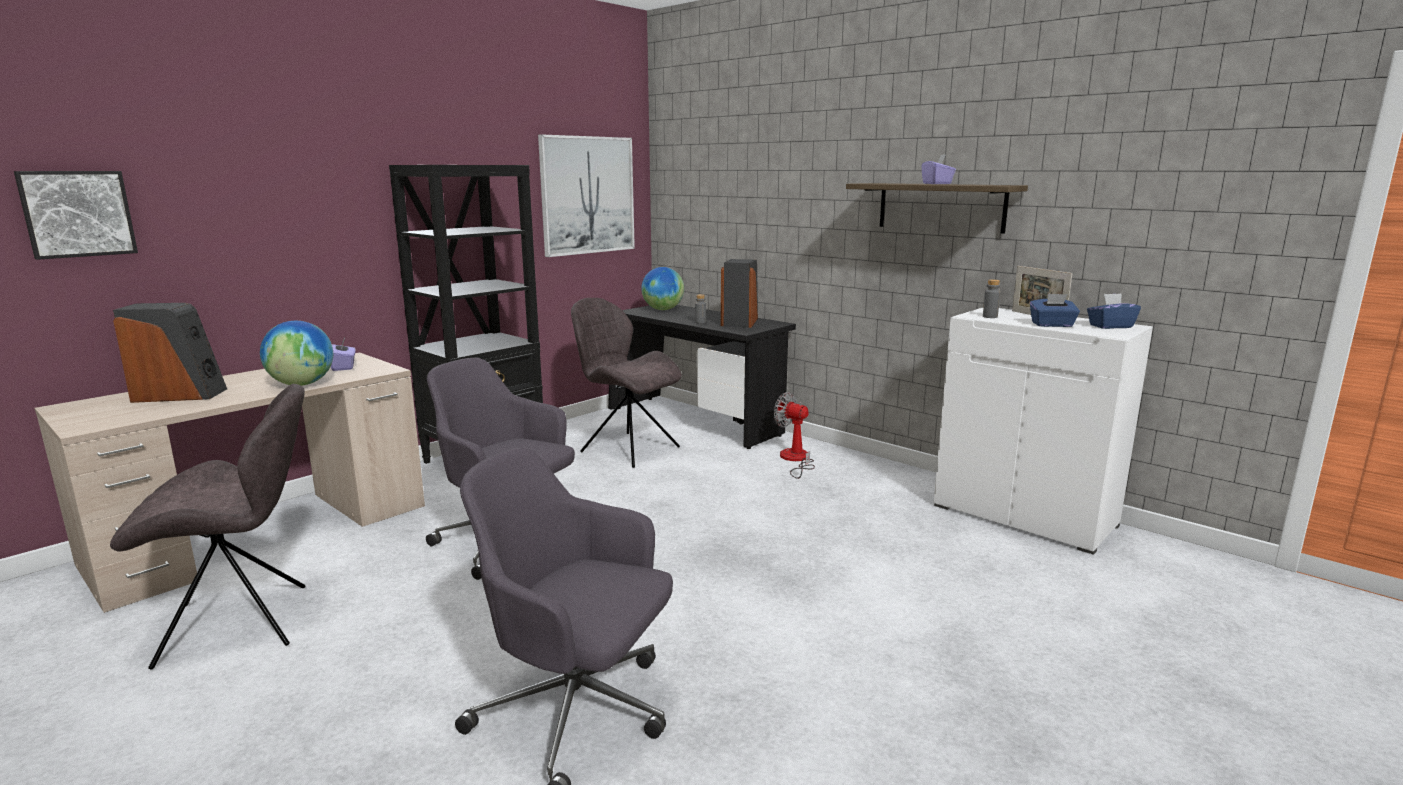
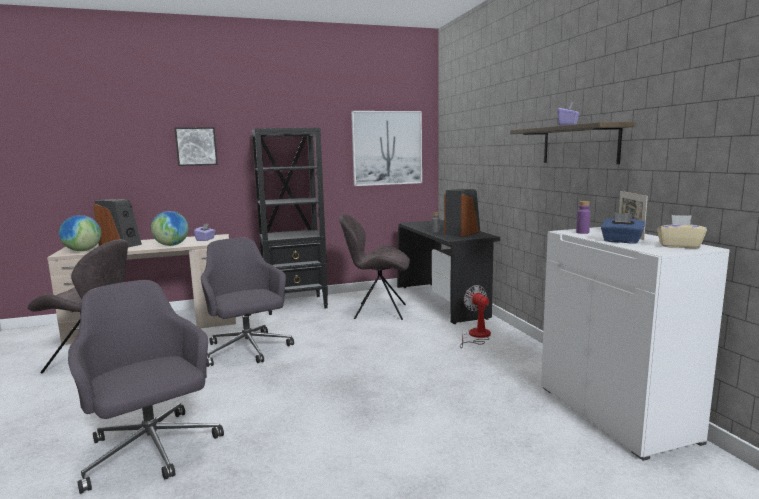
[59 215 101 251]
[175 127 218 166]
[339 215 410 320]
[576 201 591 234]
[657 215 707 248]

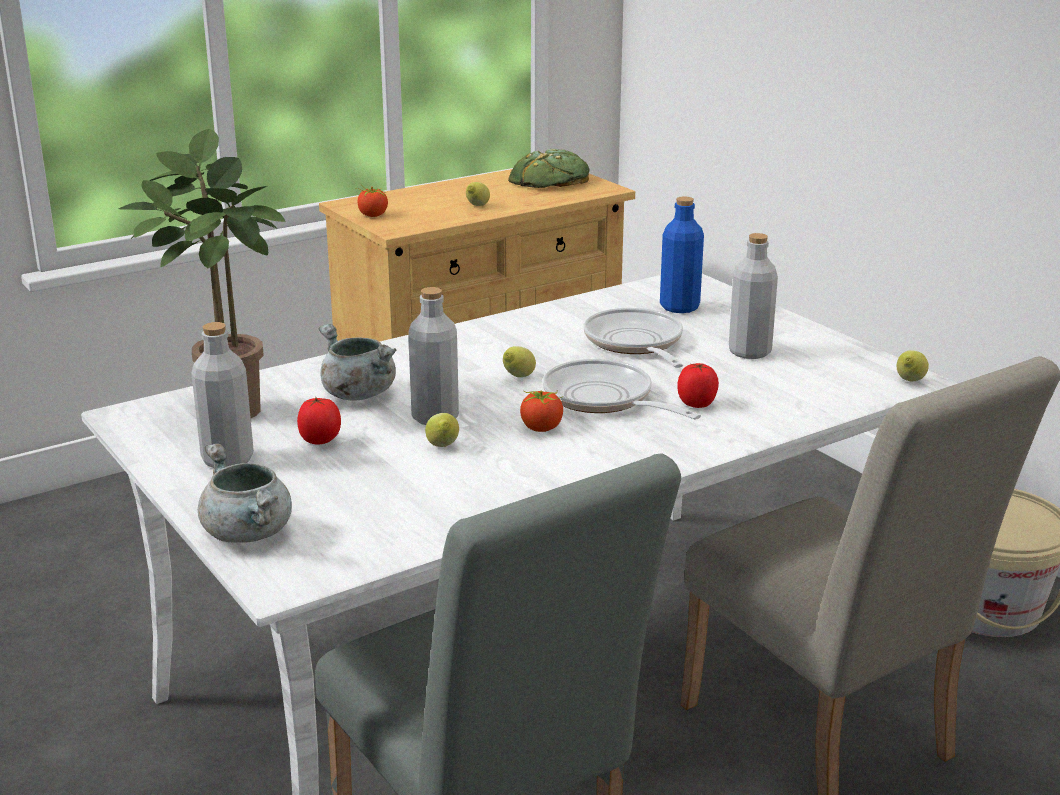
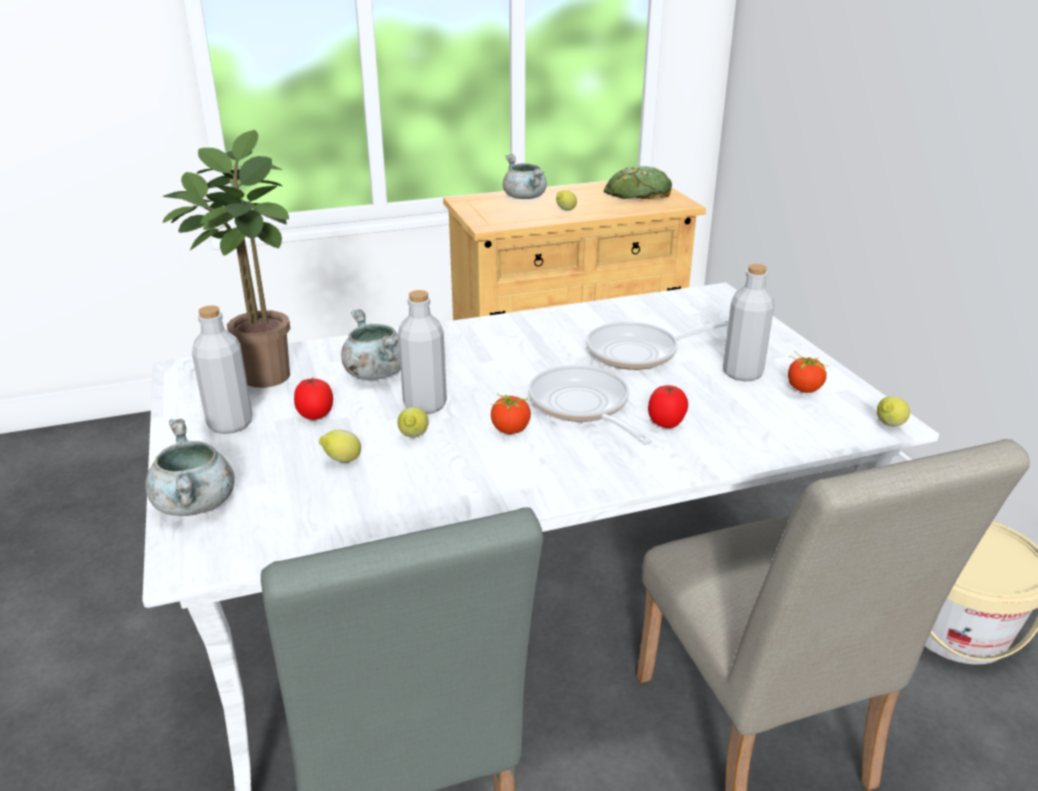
[319 430 361 462]
[503 154 547 199]
[586 320 729 370]
[788 350 827 393]
[660 196 704 313] (first image)

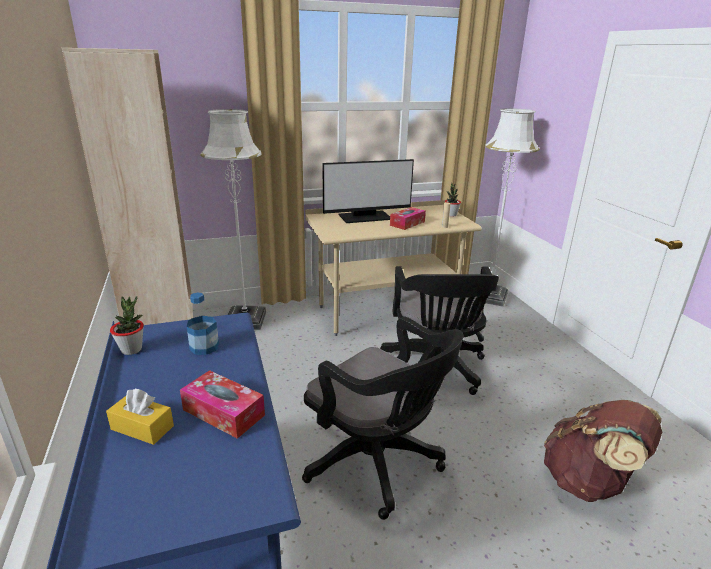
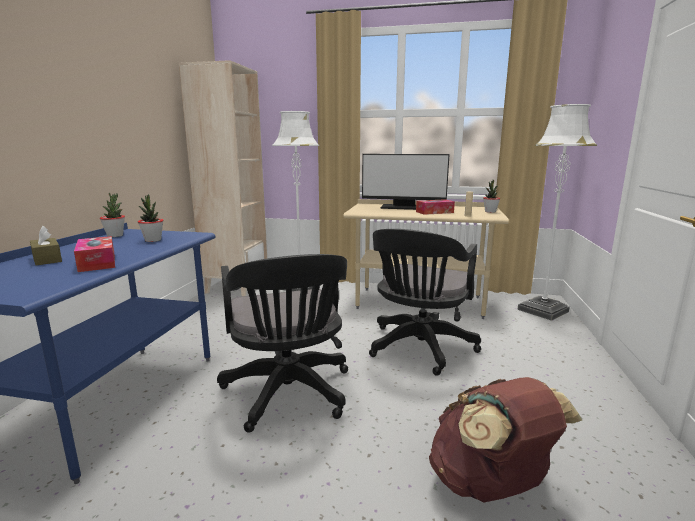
[30 226 62 266]
[138 194 163 242]

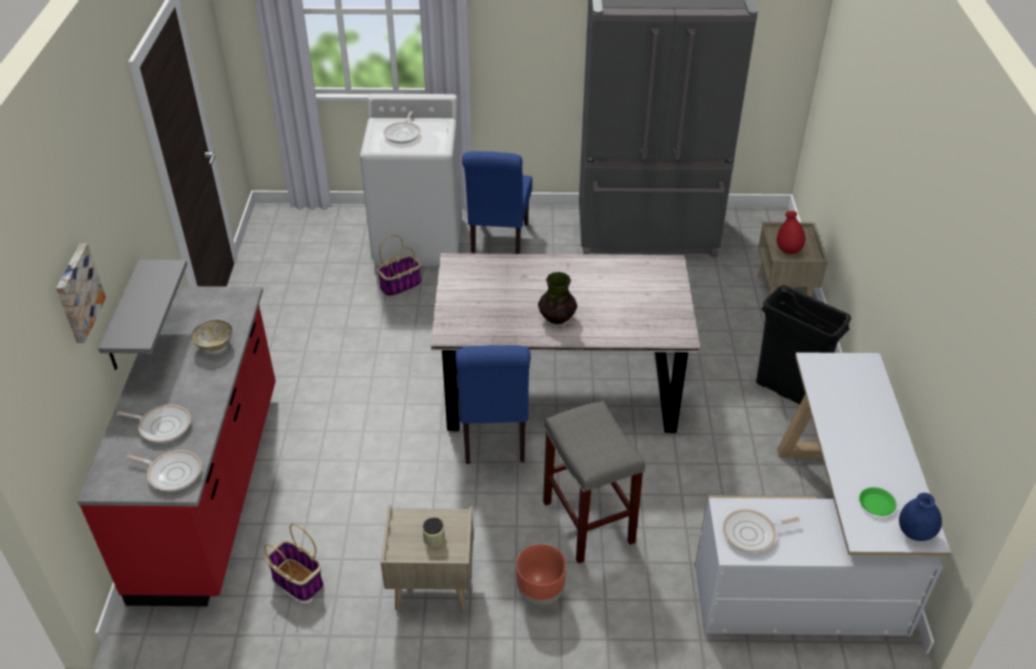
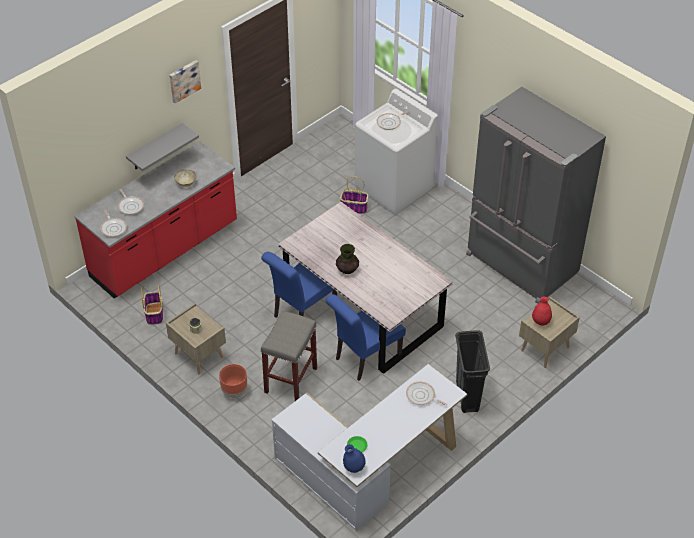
[169 60 201 103]
[325 294 406 381]
[406 382 447 406]

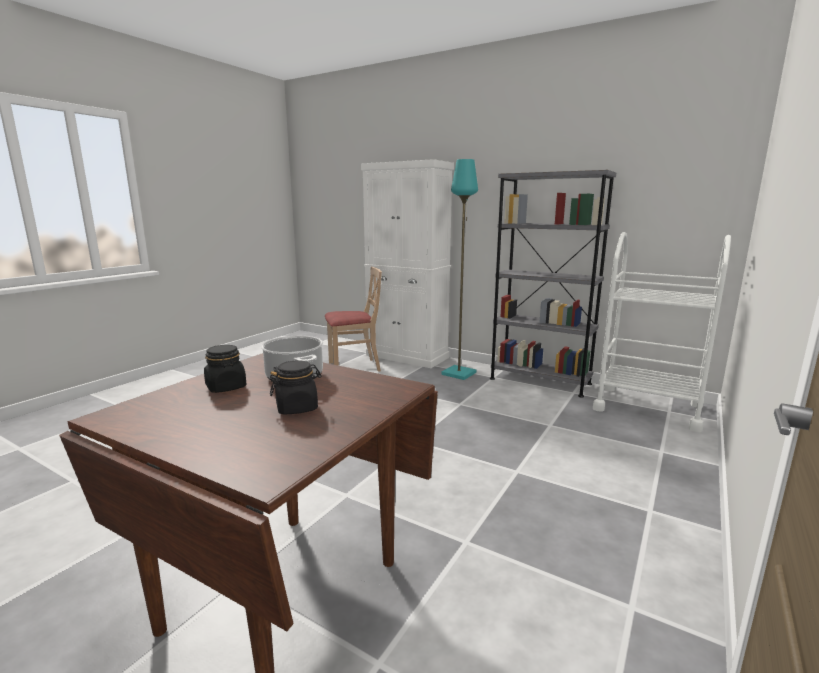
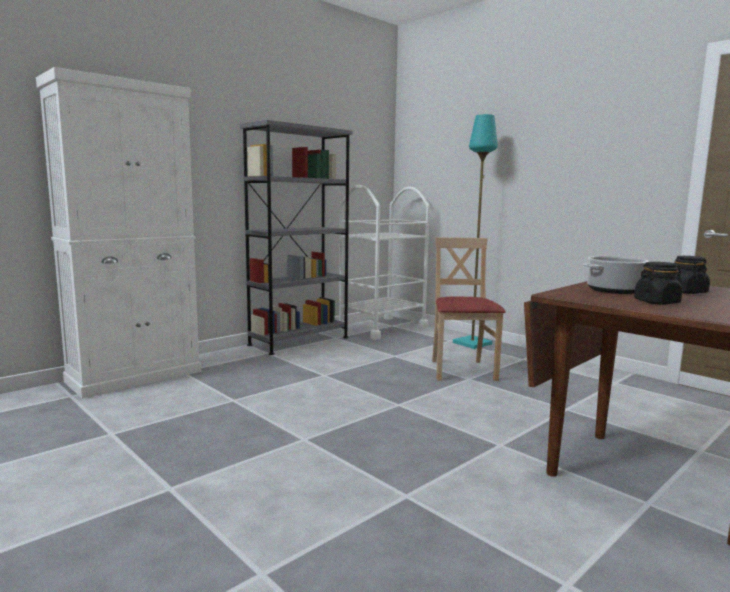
[432 237 506 381]
[453 114 498 349]

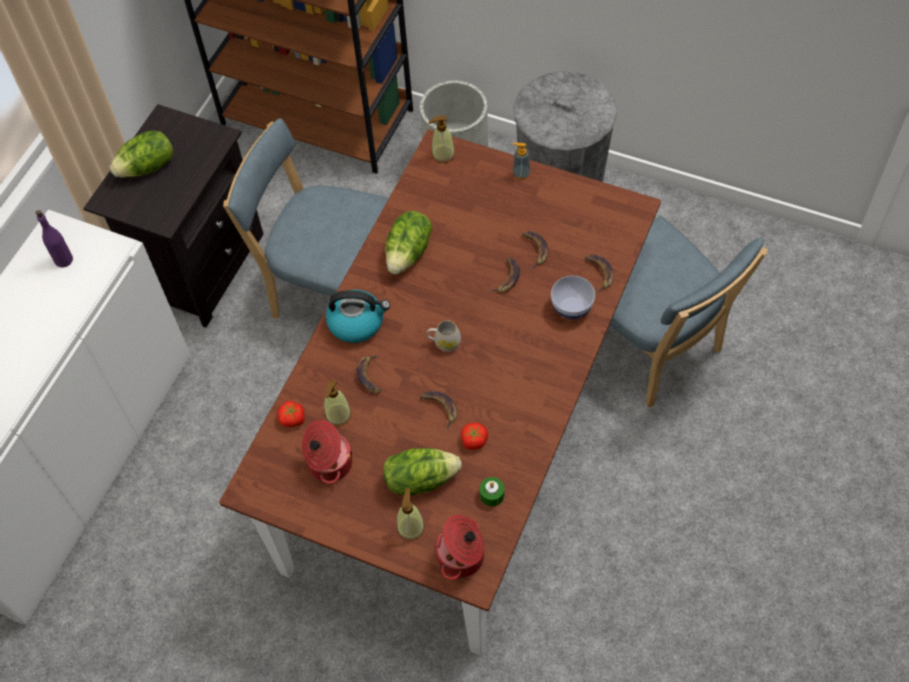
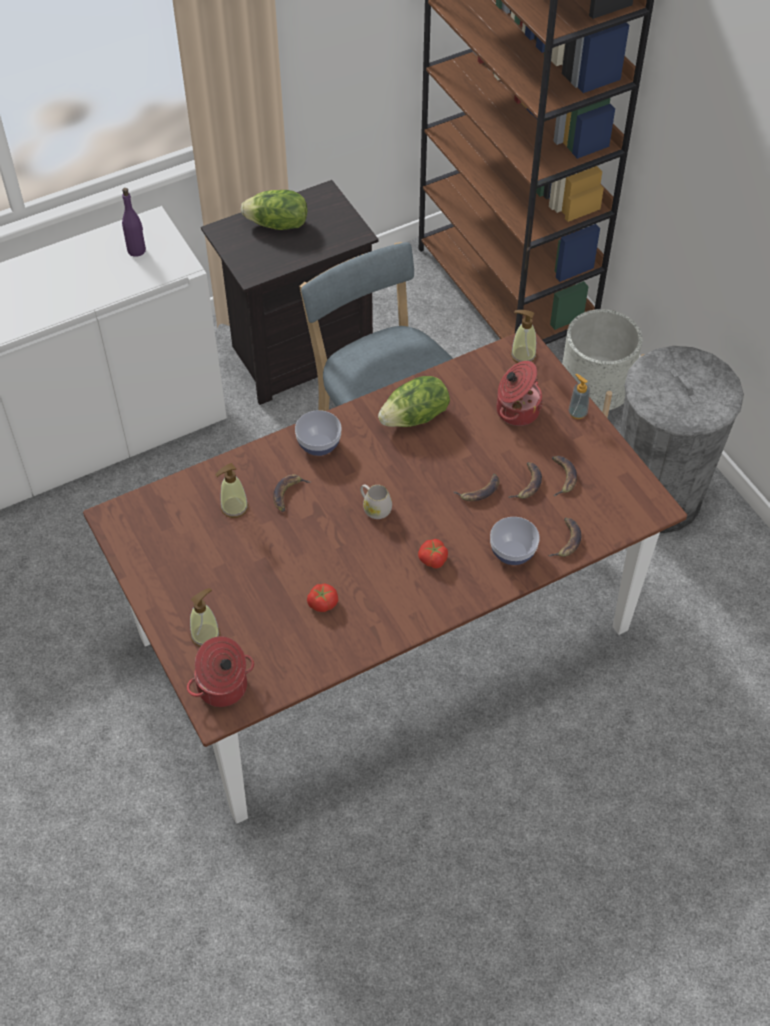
[295 410 341 456]
[418 539 448 568]
[496 361 543 426]
[552 456 577 496]
[383 448 462 495] (first image)
[480 477 504 506] (first image)
[610 217 768 408] (first image)

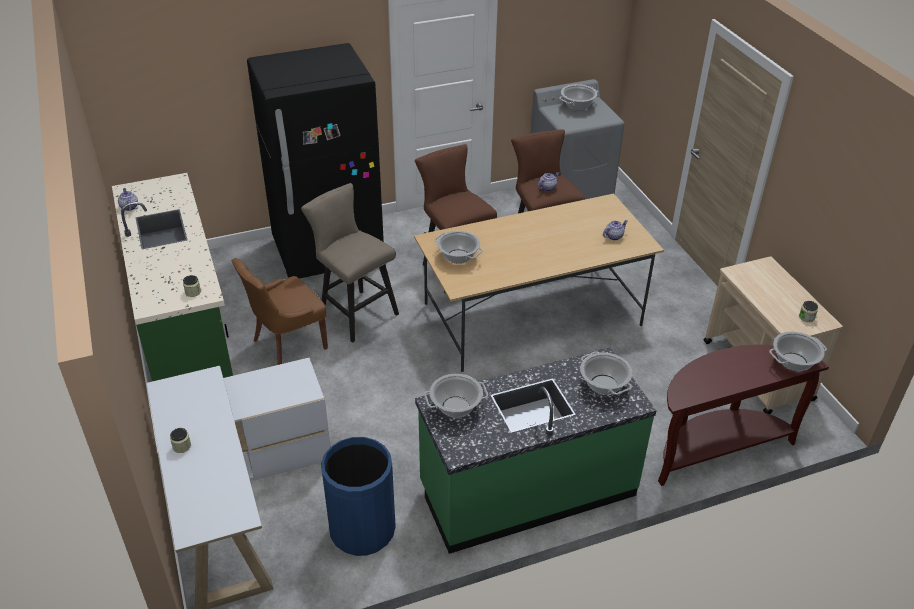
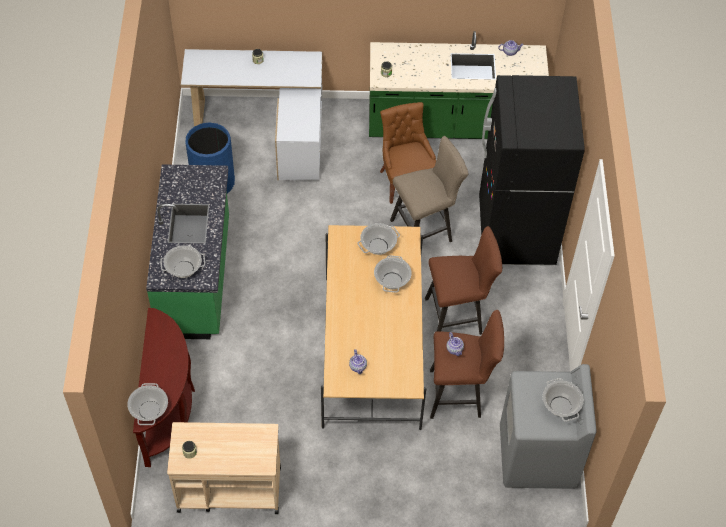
[374 255 412 293]

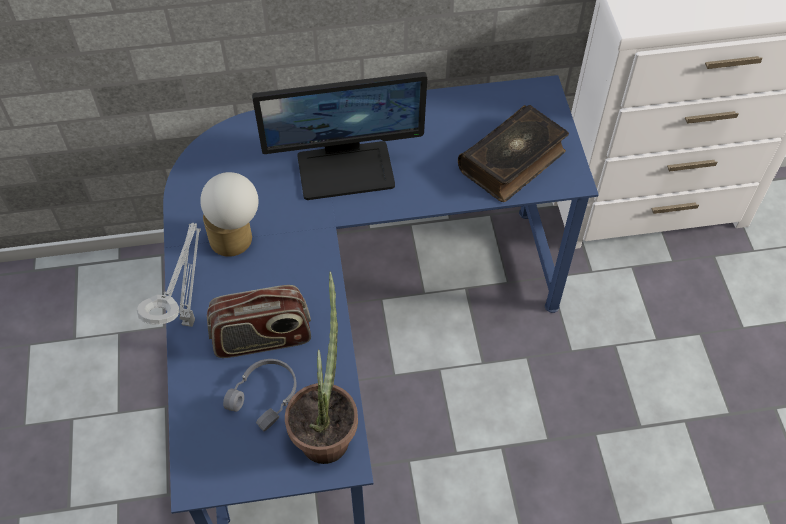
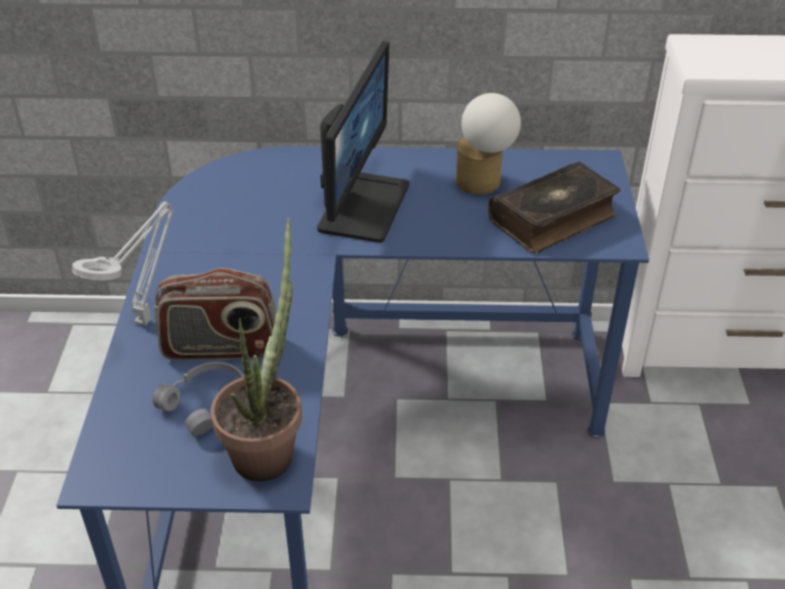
[317 41 409 243]
[456 93 521 195]

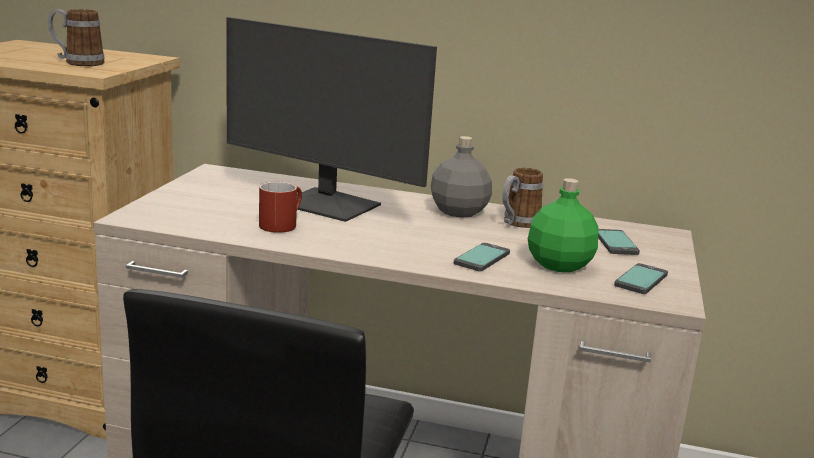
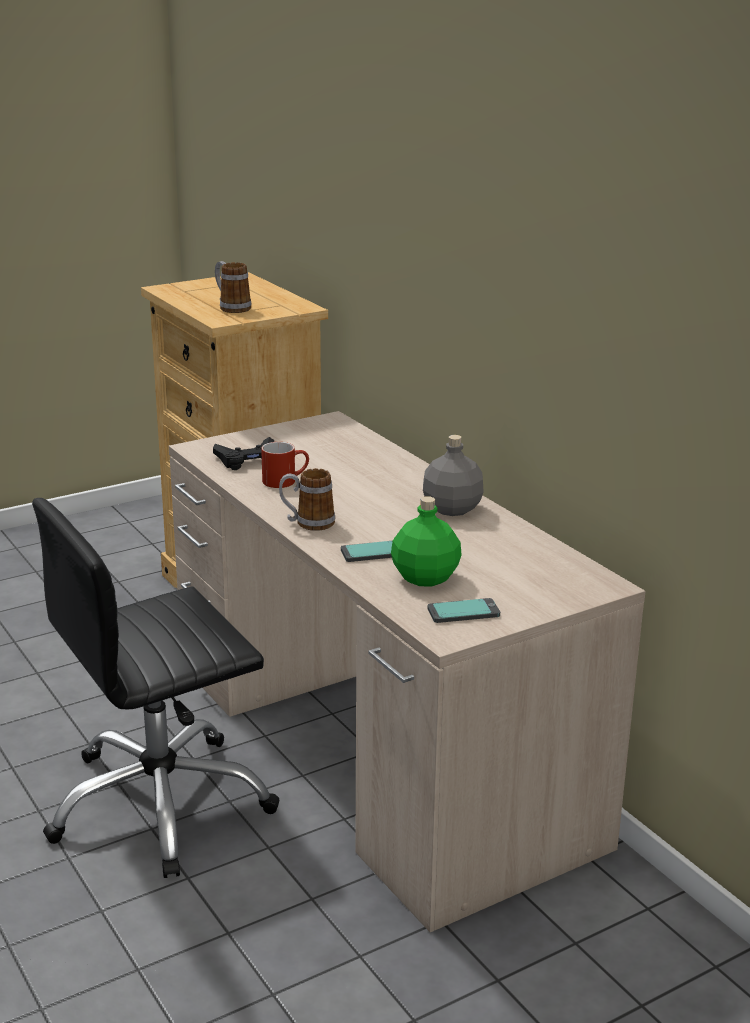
[213 437 274 470]
[279 468 335 531]
[226 17 437 222] (first image)
[598 229 640 255] (first image)

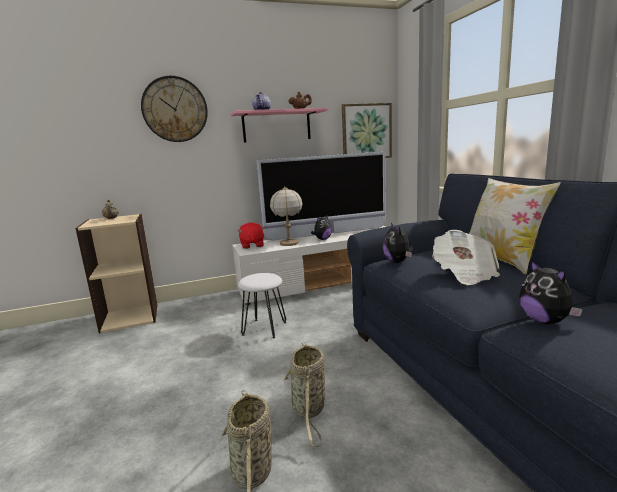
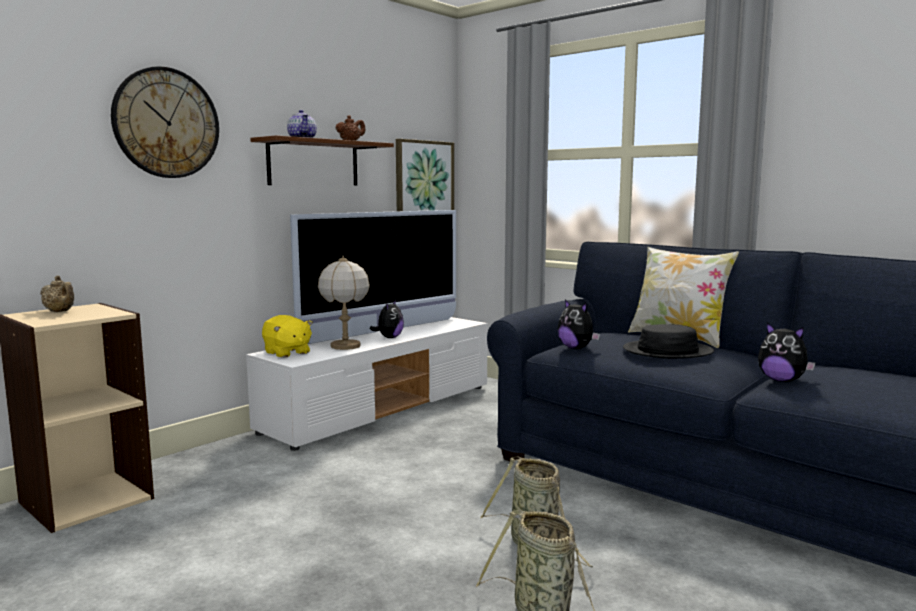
[250 135 394 186]
[262 315 313 358]
[623 324 714 359]
[238 273 286 338] (first image)

